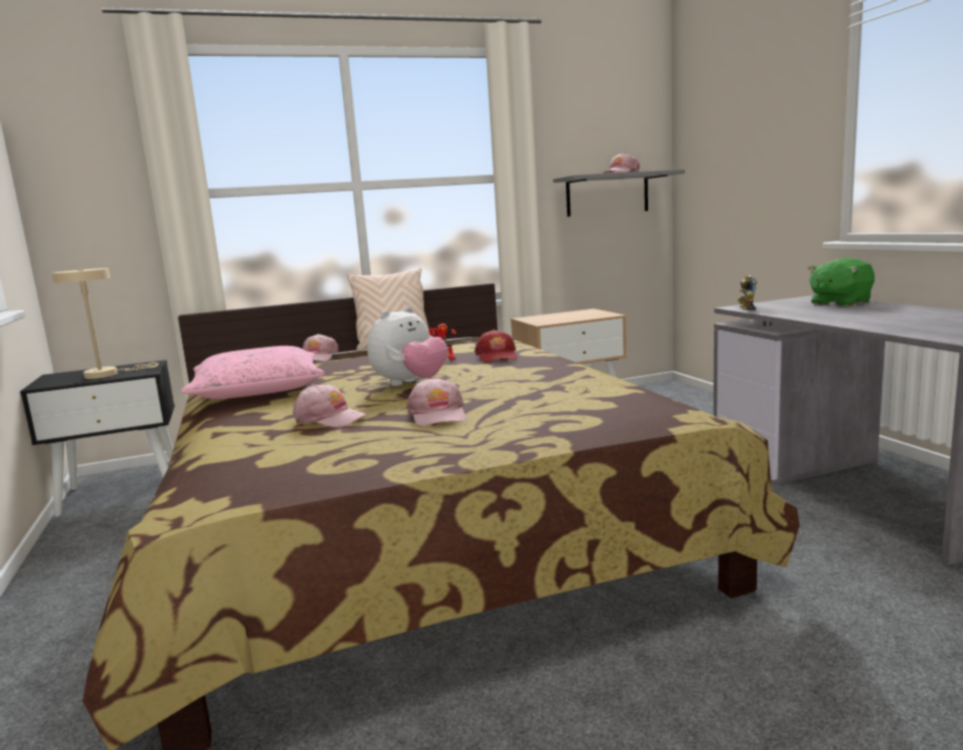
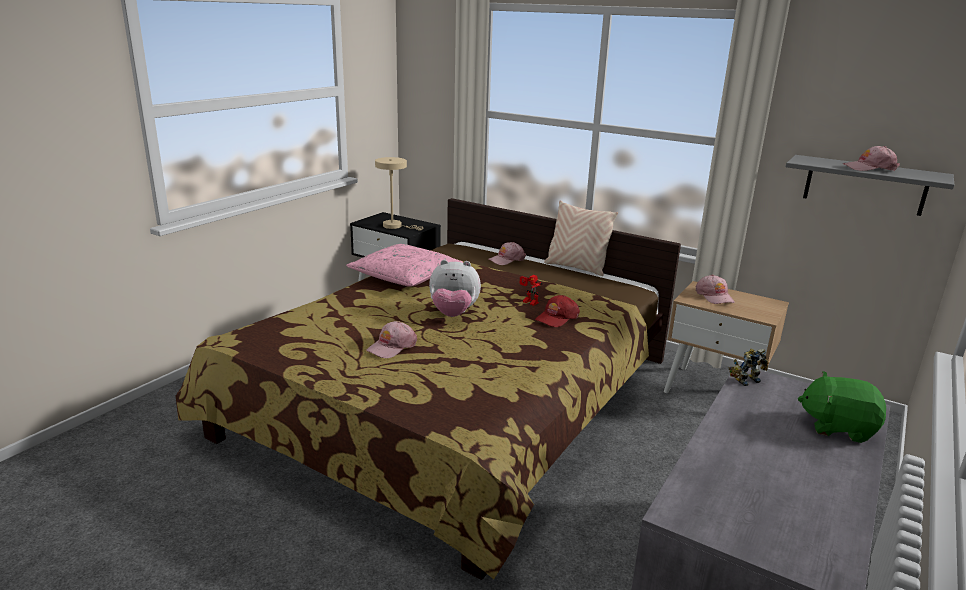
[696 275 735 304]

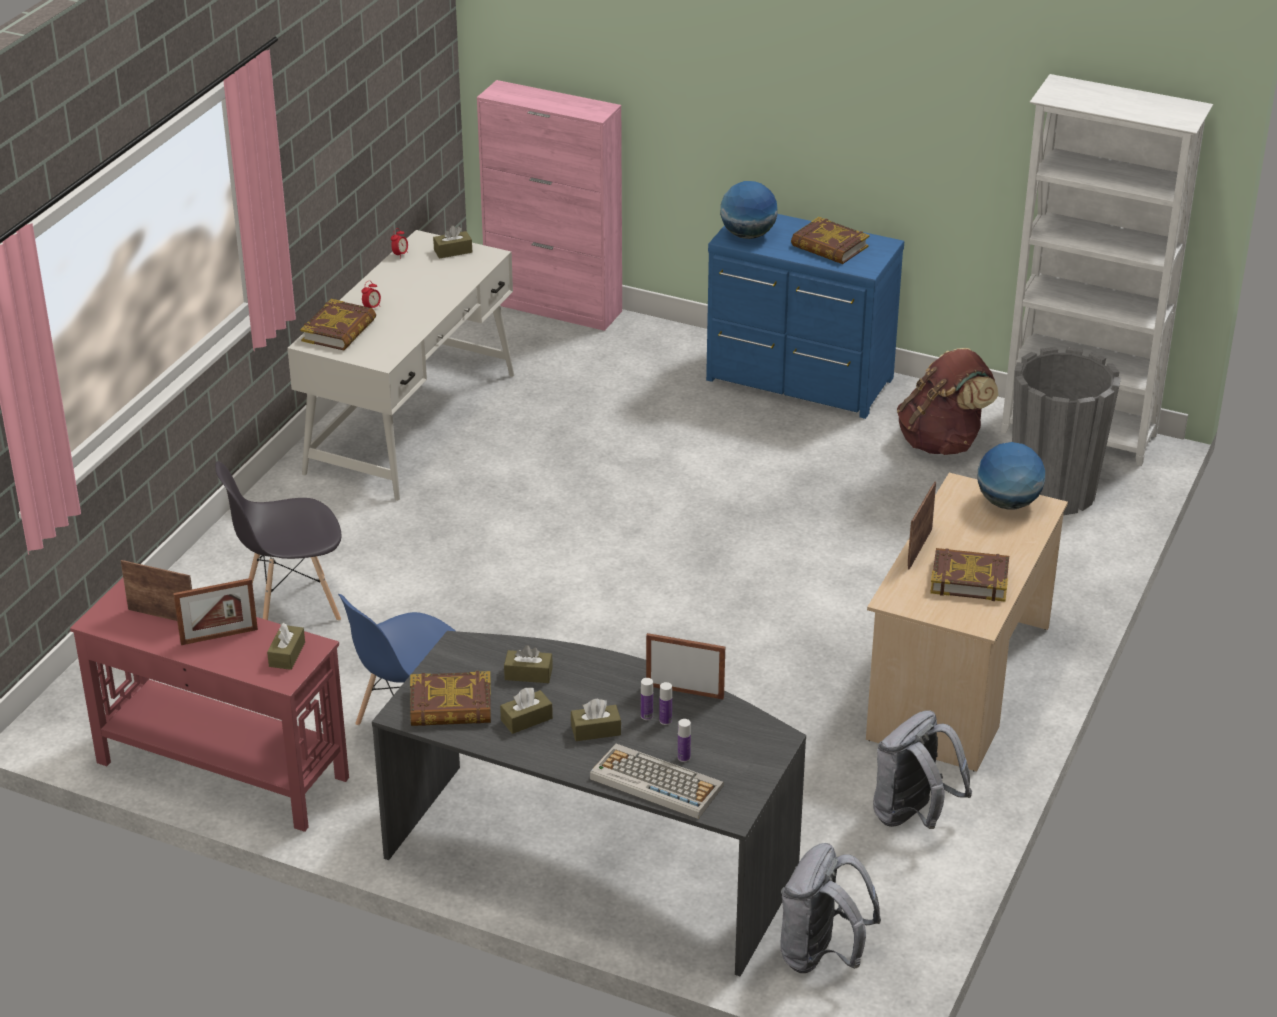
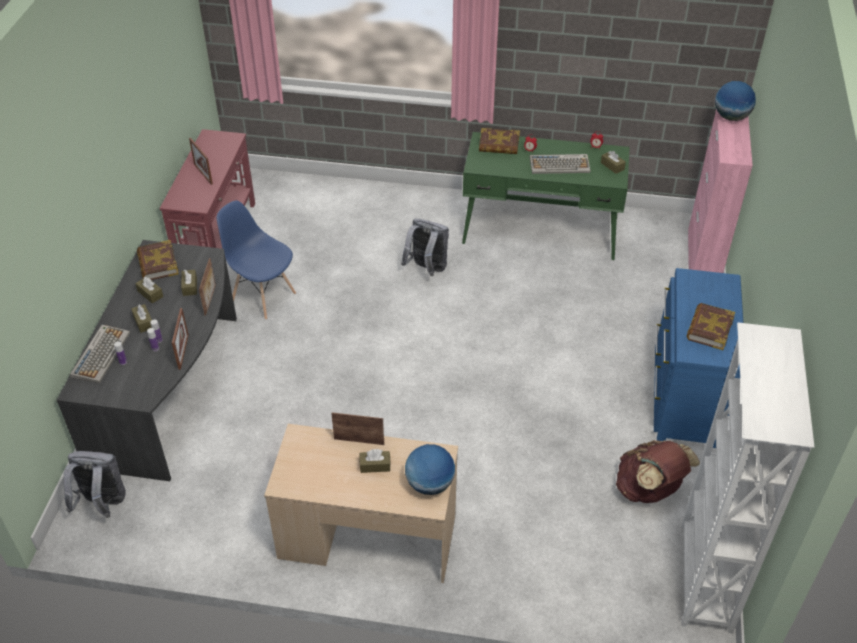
[199 258 216 316]
[360 449 391 473]
[401 219 449 276]
[462 132 630 260]
[530 154 590 174]
[715 81 756 121]
[215 461 341 621] (first image)
[930 548 1009 602] (first image)
[1012 347 1121 515] (first image)

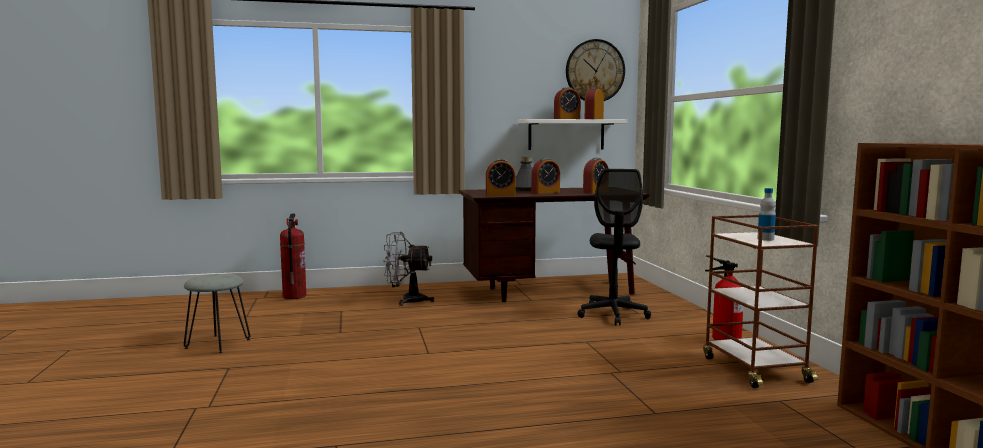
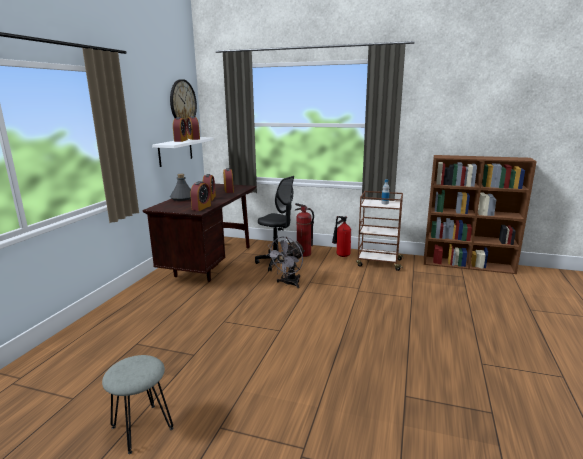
[267 237 305 288]
[294 203 314 257]

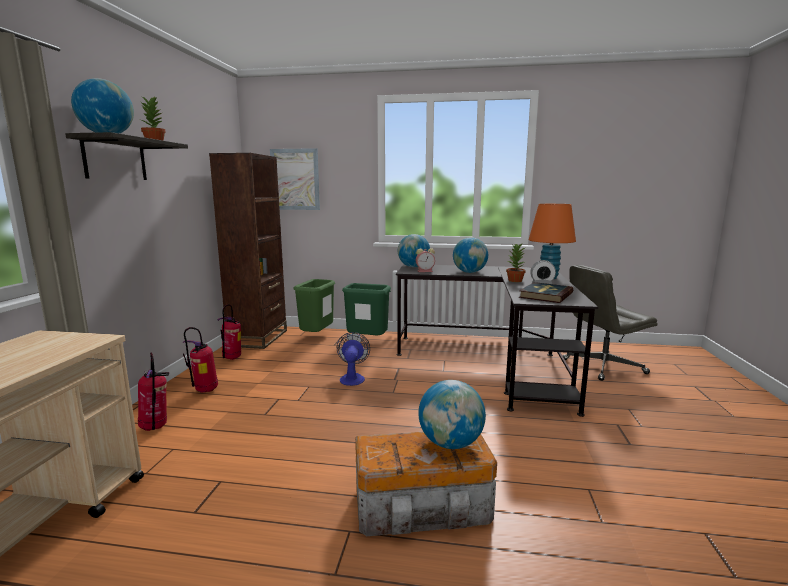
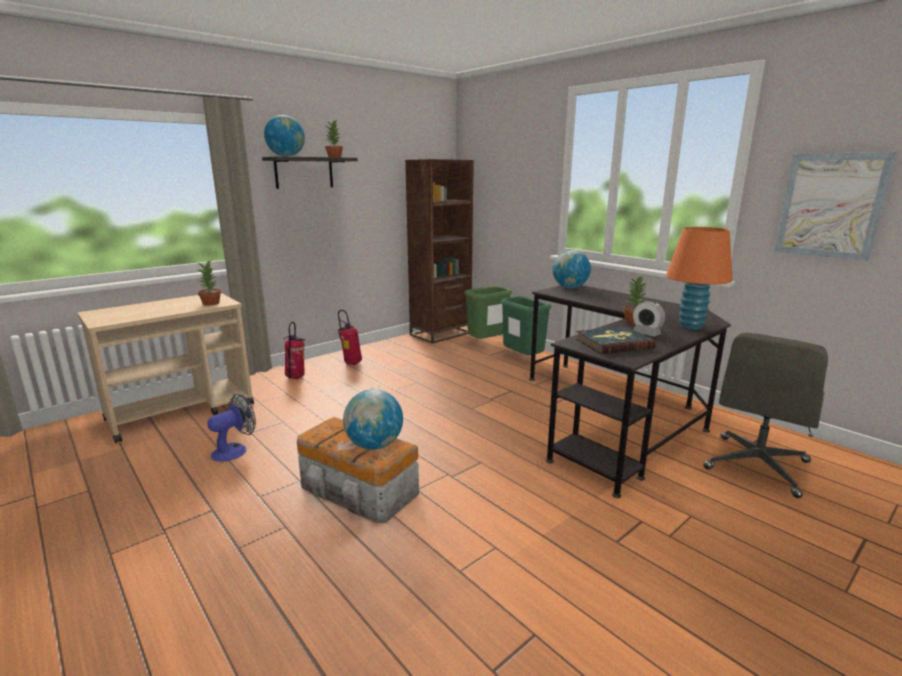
[197 260 221 306]
[207 394 256 462]
[704 333 828 498]
[774 152 897 261]
[218 304 241 360] (first image)
[416 248 435 272] (first image)
[453 237 488 273] (first image)

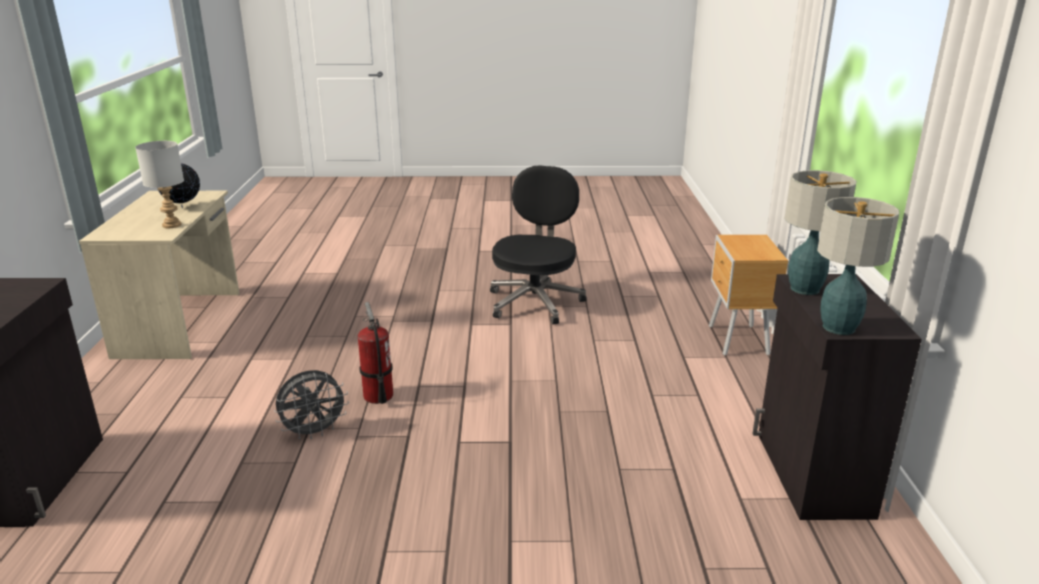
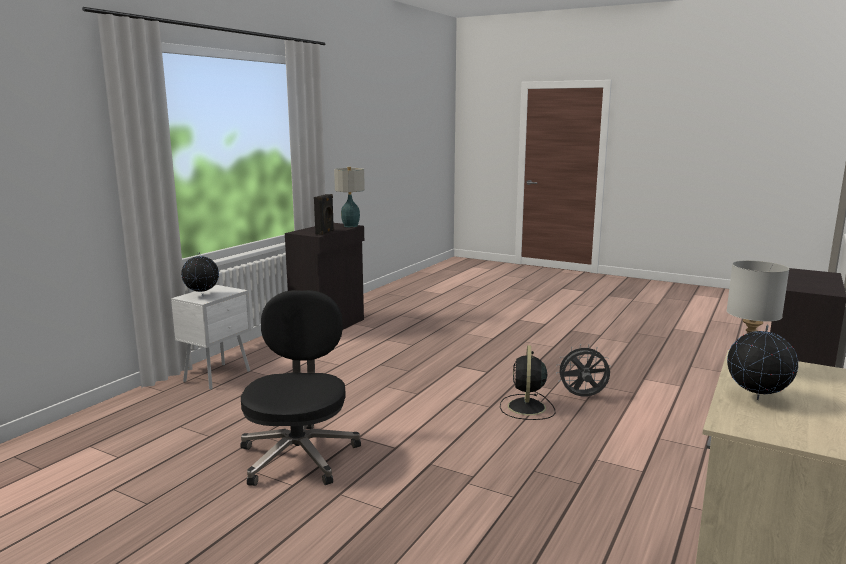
[171 285 251 390]
[181 252 219 296]
[240 290 361 486]
[314 194 334 235]
[500 345 555 420]

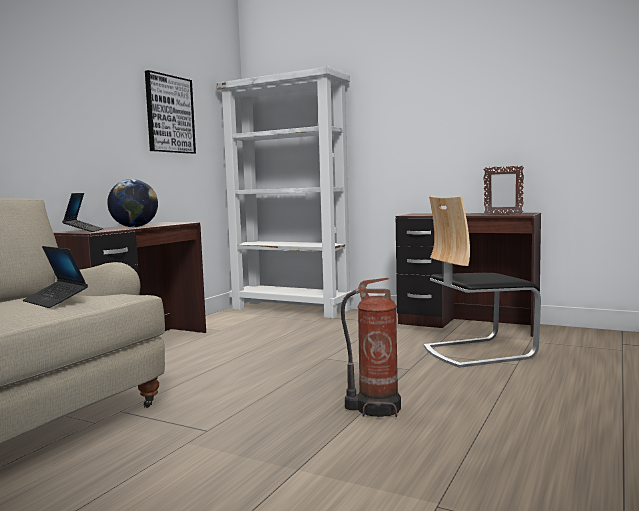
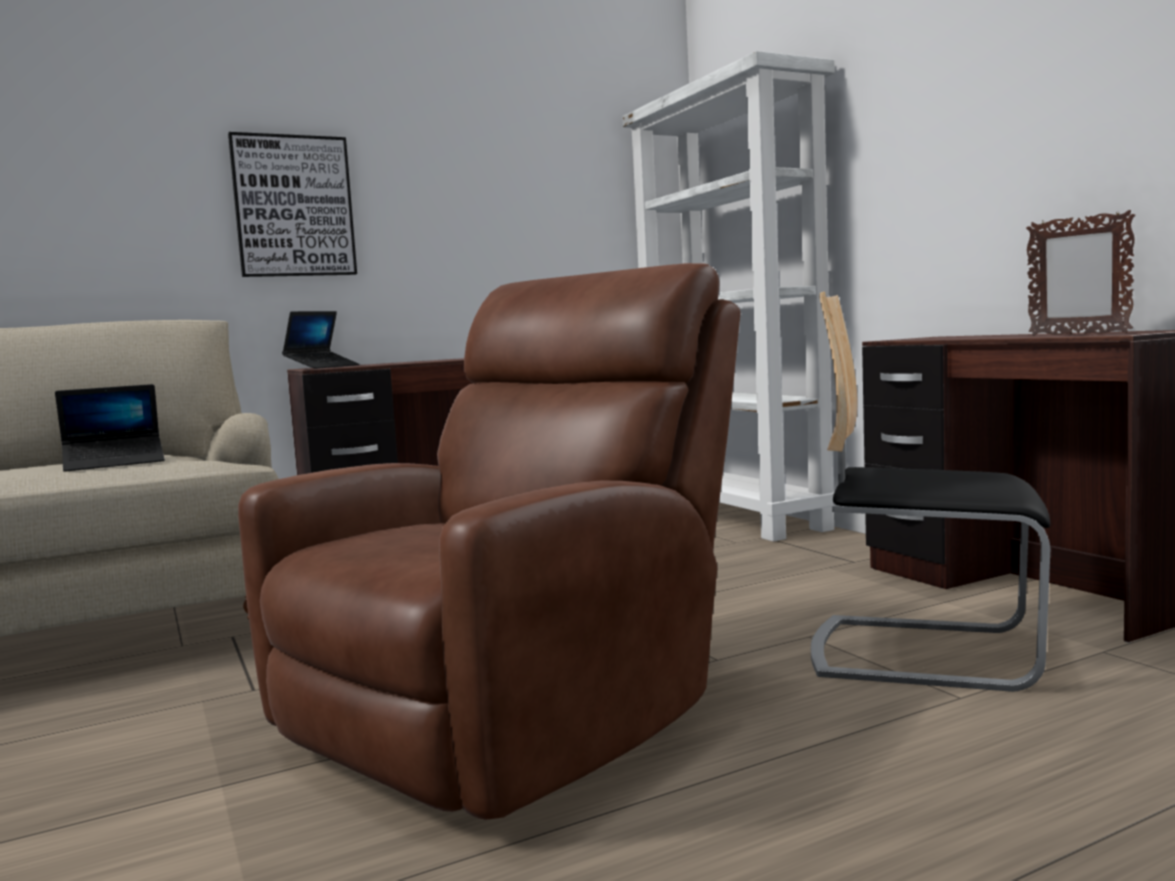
[55 384 165 472]
[228 132 357 277]
[238 263 741 819]
[107 179 158 227] (first image)

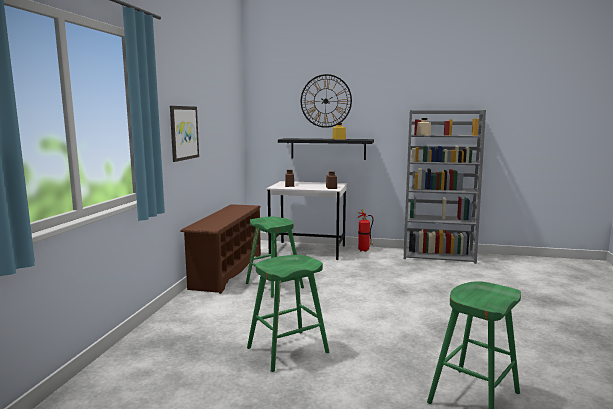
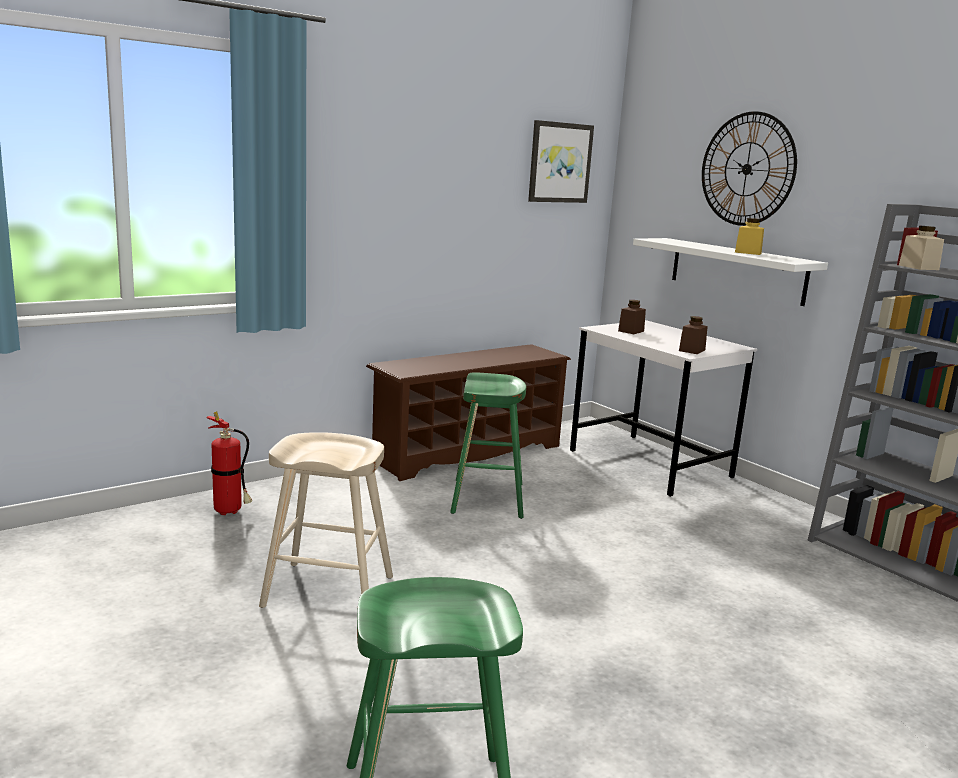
[207 411 252 515]
[259 432 393 608]
[528 120 594 203]
[633 238 828 306]

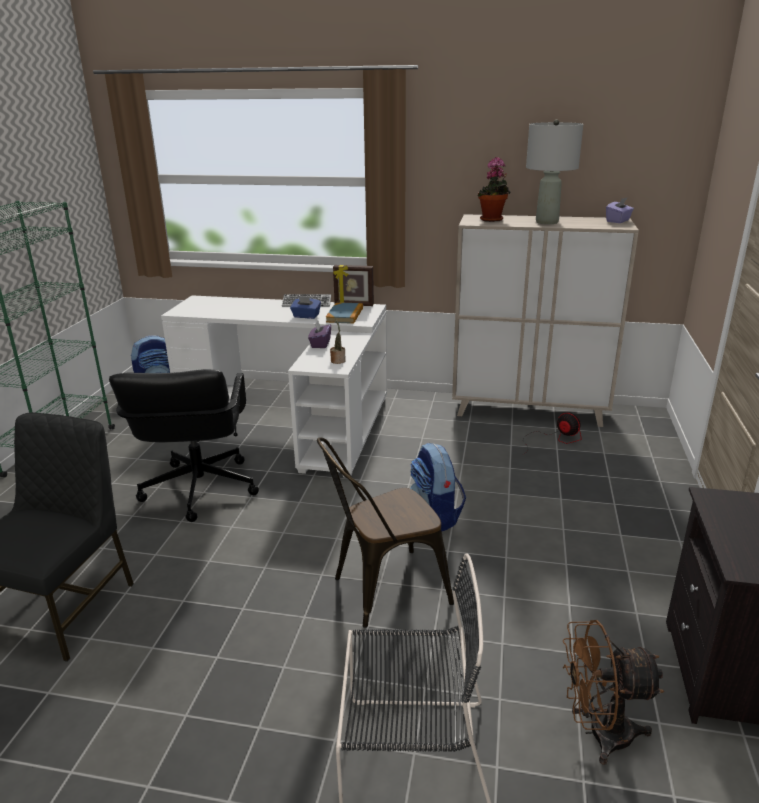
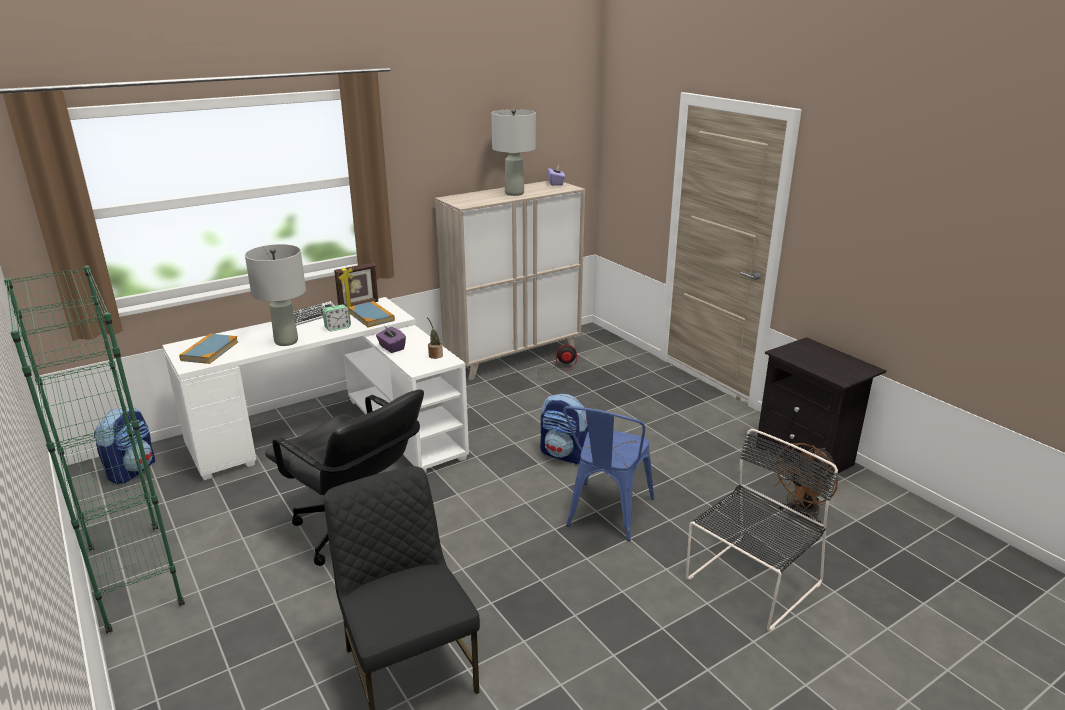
[179 334 238 364]
[245 244 306 346]
[323 305 351 331]
[563 406 654 541]
[477 157 511 222] (first image)

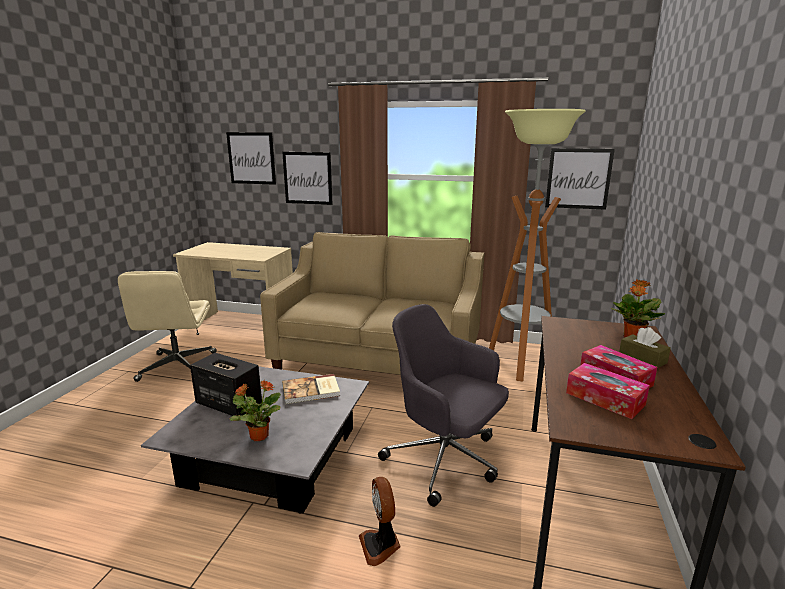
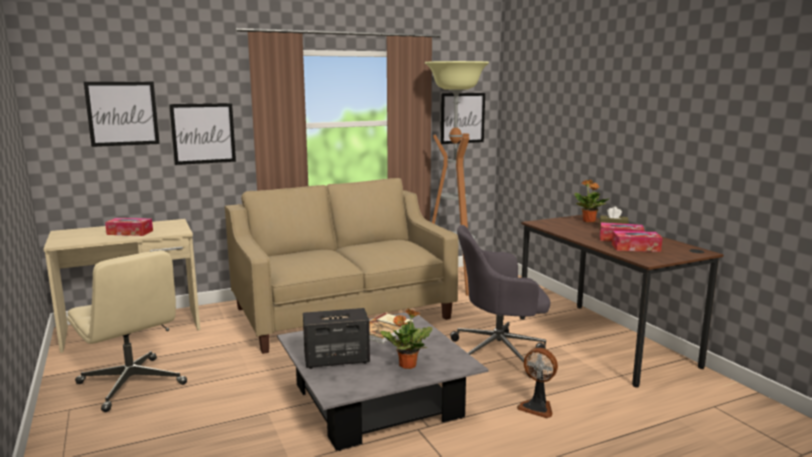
[105 218 153 236]

